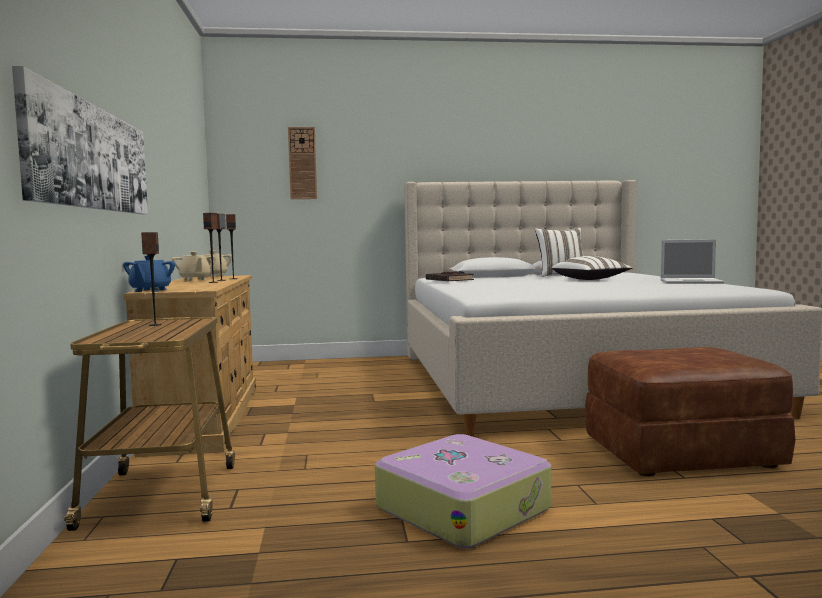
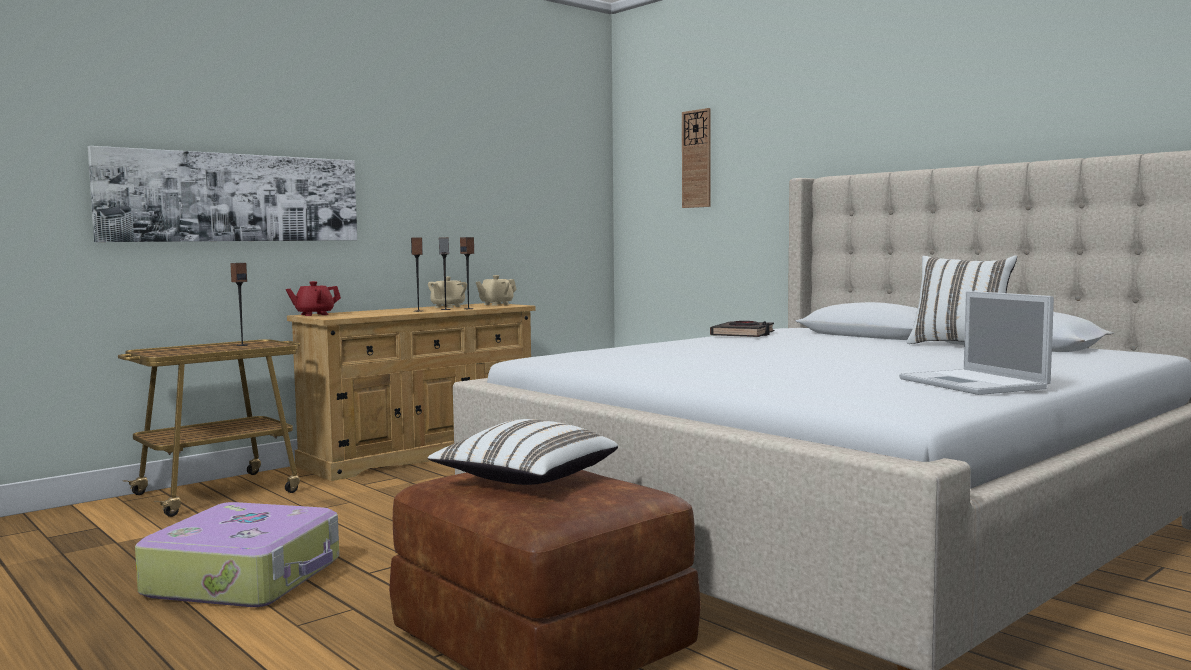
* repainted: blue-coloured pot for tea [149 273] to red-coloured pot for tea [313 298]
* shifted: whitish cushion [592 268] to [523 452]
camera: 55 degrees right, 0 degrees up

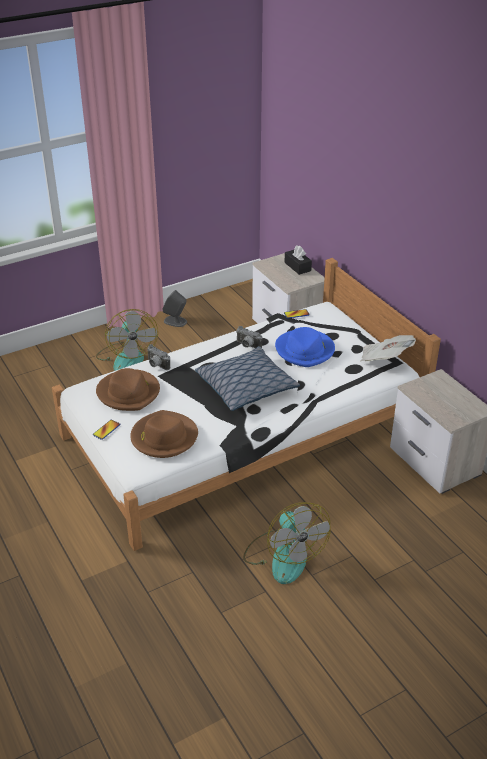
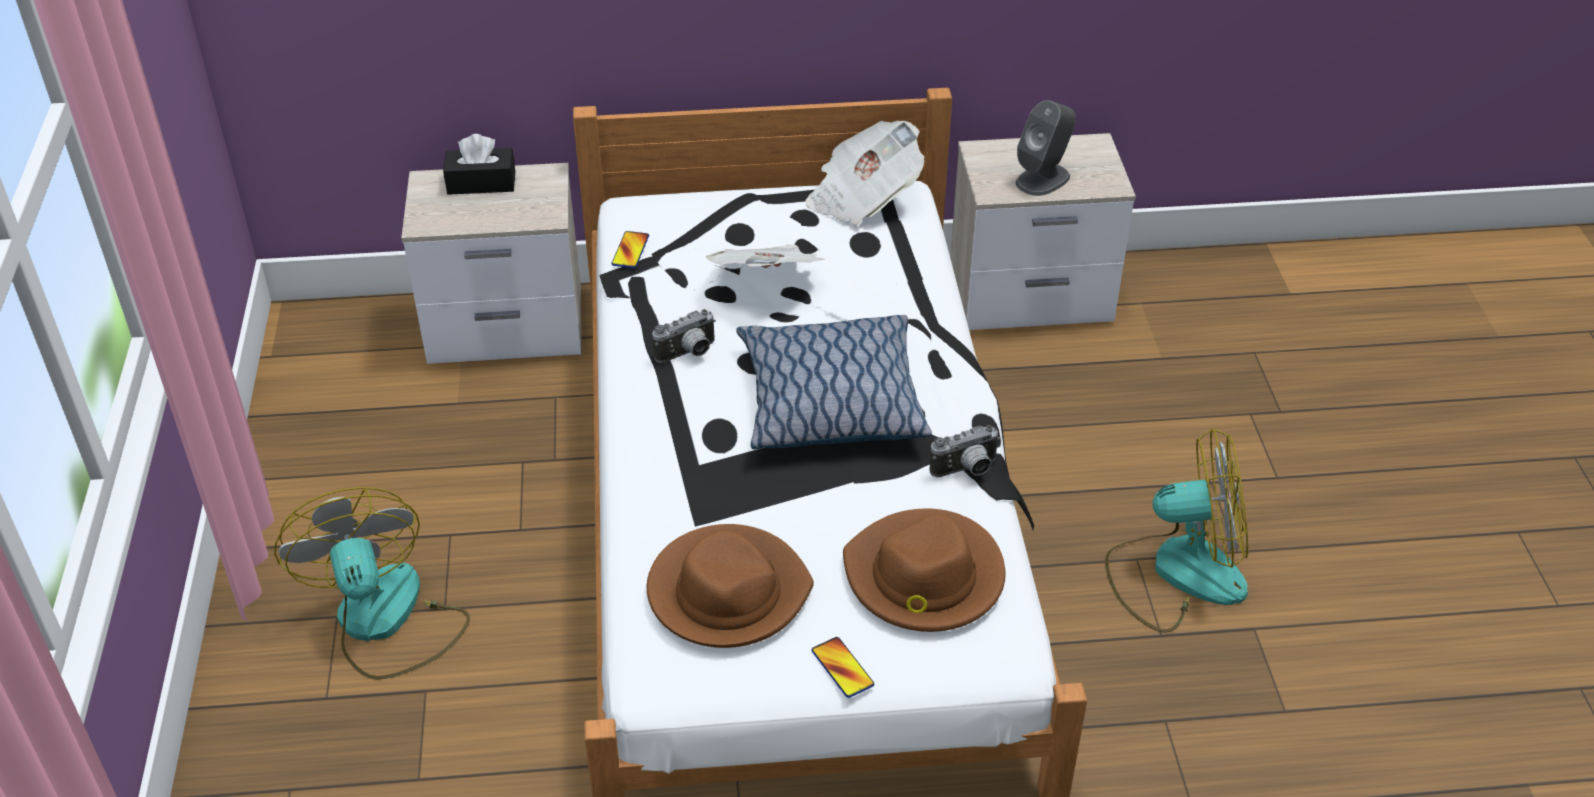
* rotated: cooling fan [127 340] = [372 583] 120 degrees counterclockwise
* swapped: blue-coloured hat [305 347] to newspaper [765 256]
* shifted: photo camera [158 357] to [965 451]
* shifted: gray speaker [174 308] to [1045 148]
camera: 65 degrees left, 5 degrees up

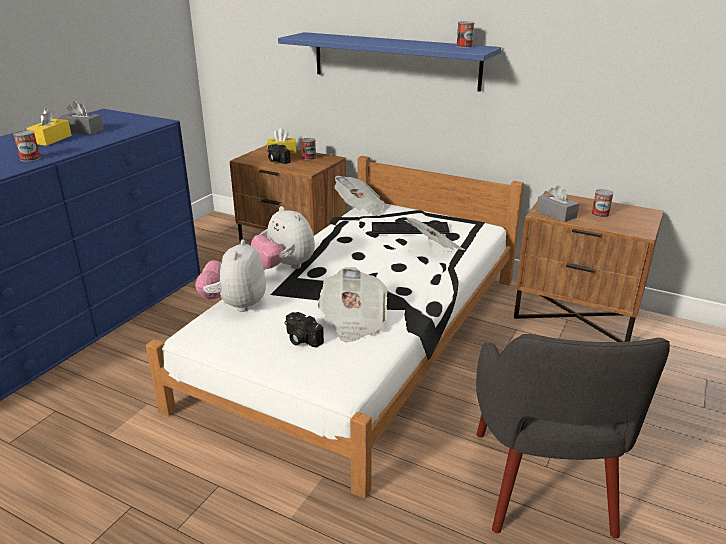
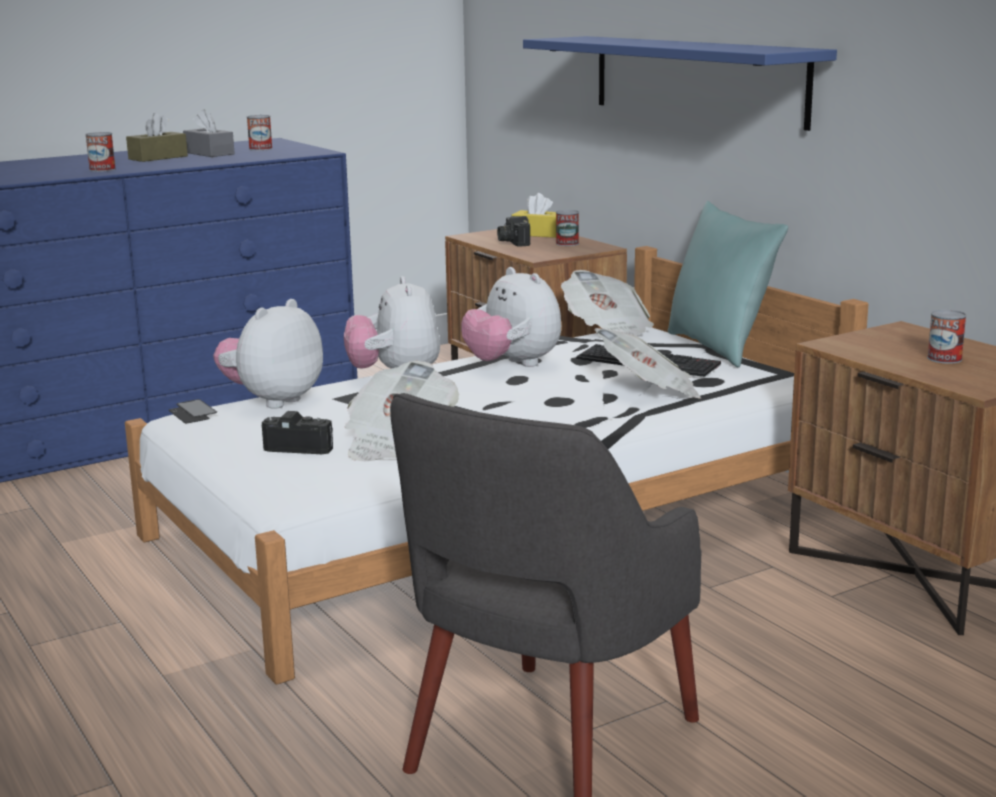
* repainted: yellow tissue box [49 127] to brown-coloured tissue box [157 137]
* new: phone [193 411]
* shifted: sealed can [466 34] to [260 133]
* rotated: photo camera [304 330] = [297 432] 120 degrees clockwise
* new: soft toy [511 317]
* new: blue-green cushion [728 284]
* gone: gray tissue box [557 203]
camera: 30 degrees right, 10 degrees down

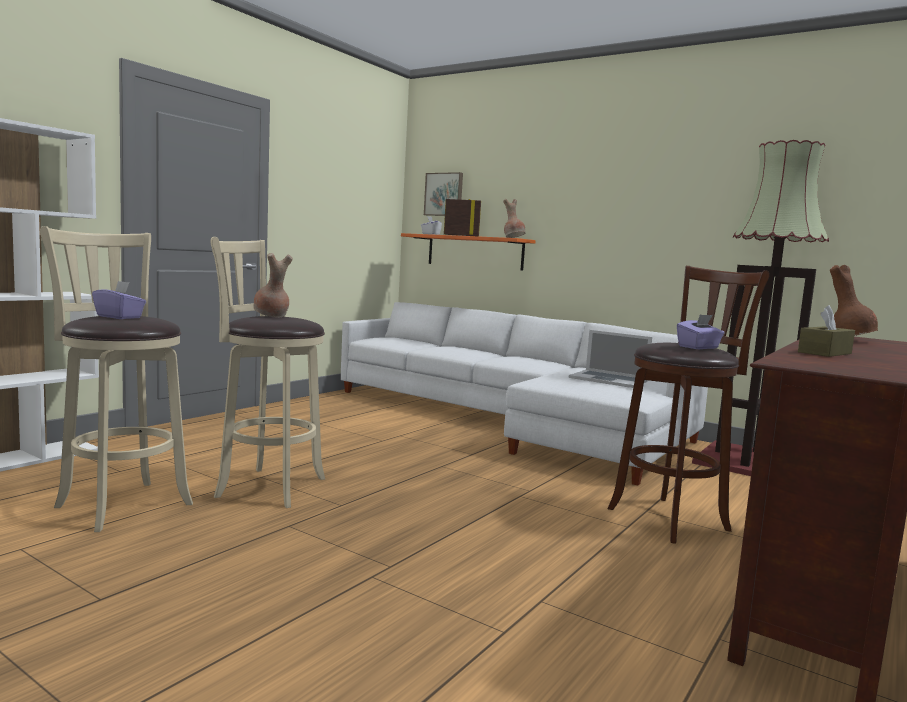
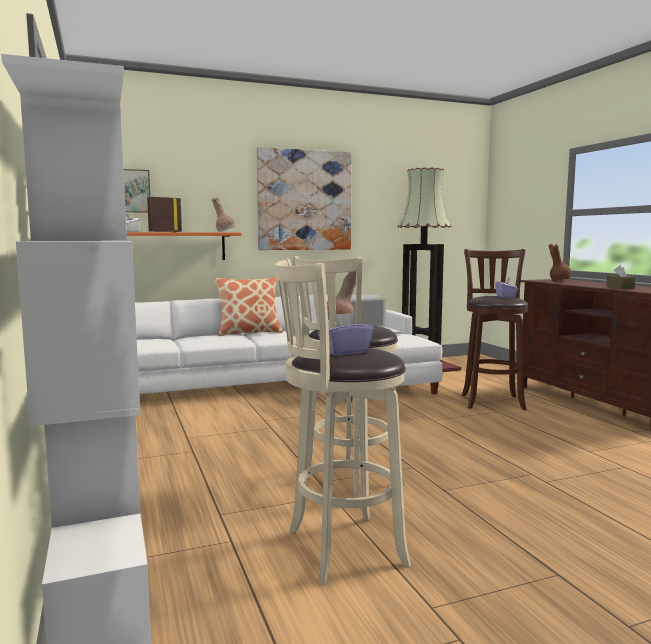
* new: cushion [248 306]
* new: picture [304 198]
camera: 55 degrees left, 0 degrees up

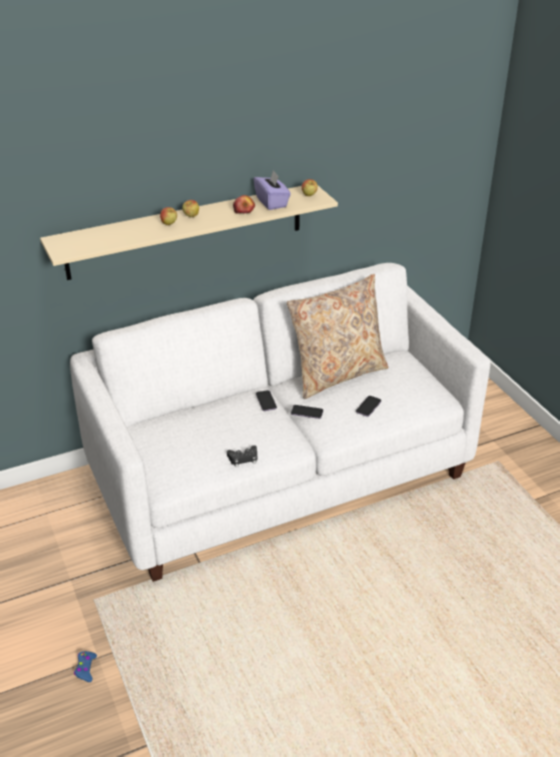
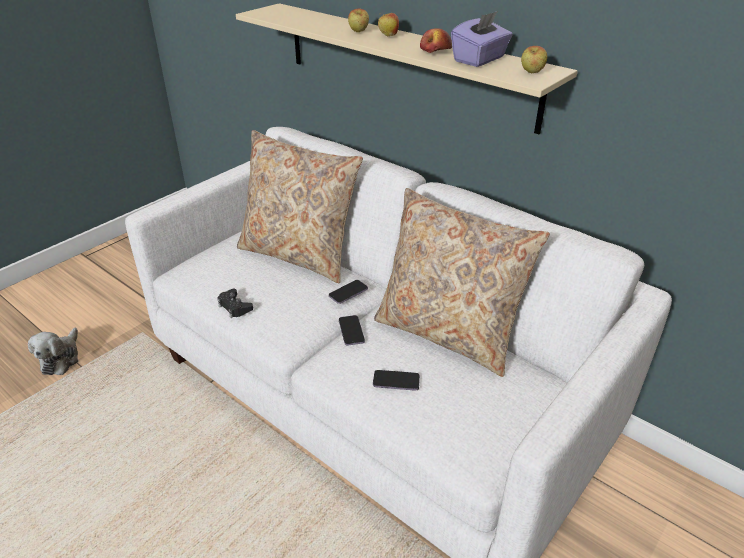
* swapped: blue-coloured gamepad [85 666] to soft toy [53 351]
* new: beige-coloured cushion [300 206]
camera: 65 degrees right, 0 degrees up

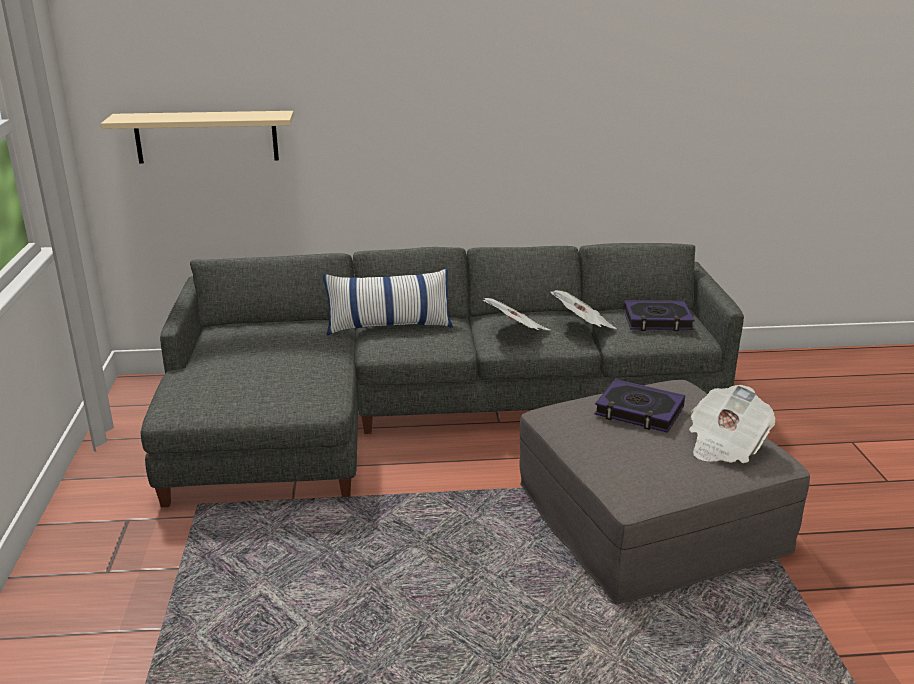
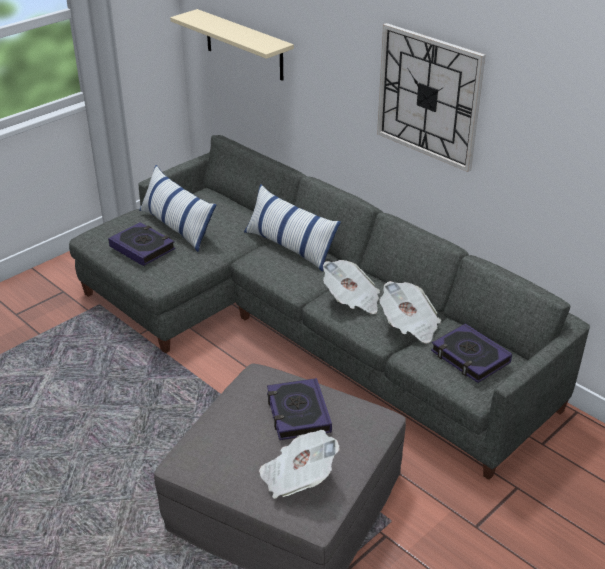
* new: bound book [141 244]
* new: cushion [177 208]
* new: clock on the wall [431 97]
camera: 50 degrees right, 10 degrees up

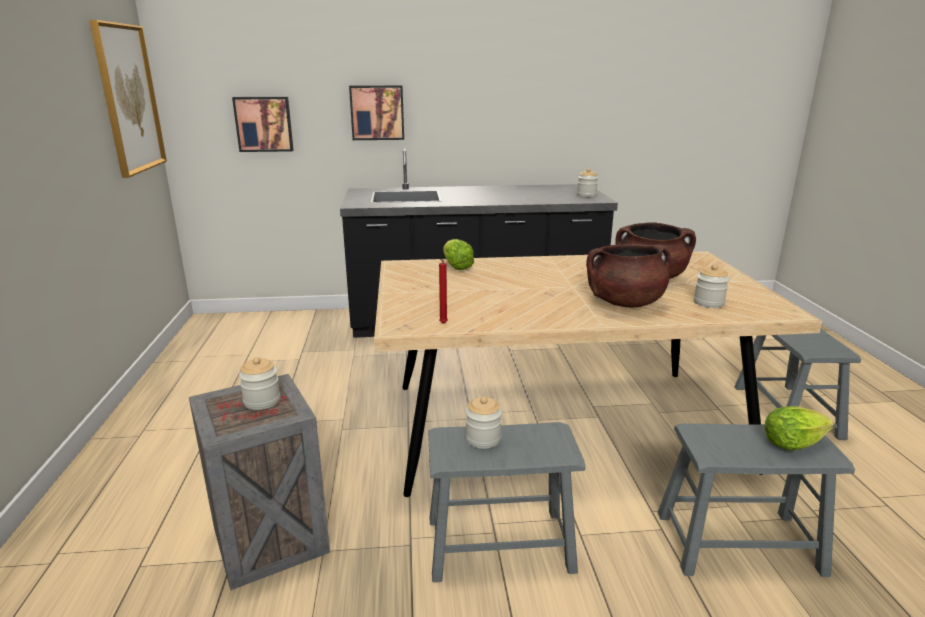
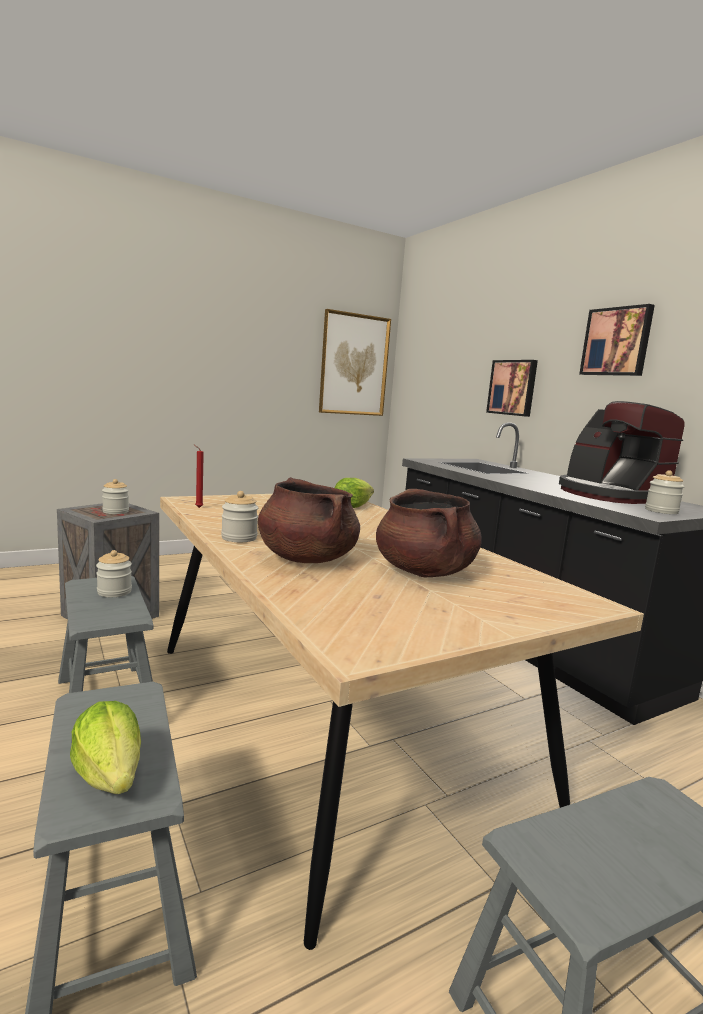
* shifted: jar [711 286] to [240 516]
* new: coffee machine [622 452]
* shifted: picture [263 124] to [617 340]
camera: 65 degrees right, 10 degrees down

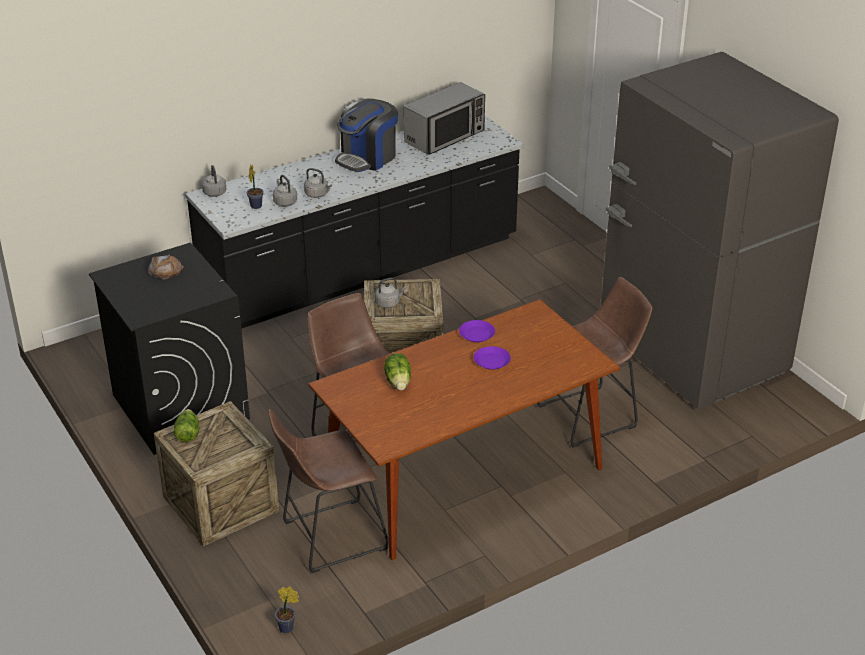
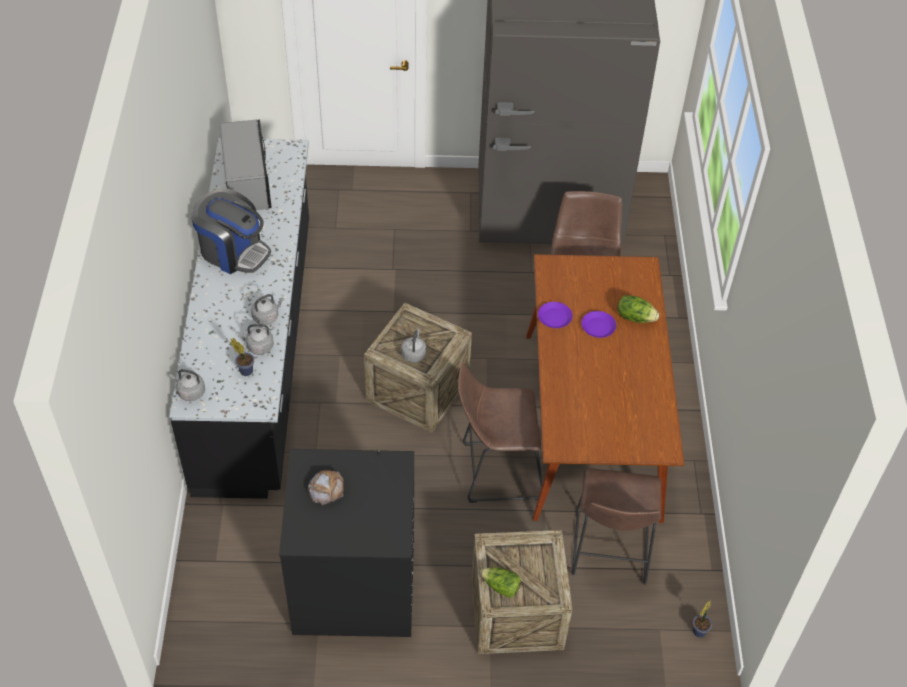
* rotated: coffee machine [366 135] = [231 231] 45 degrees counterclockwise
* shifted: lettuce head [397 371] to [638 309]
camera: 60 degrees left, 15 degrees up

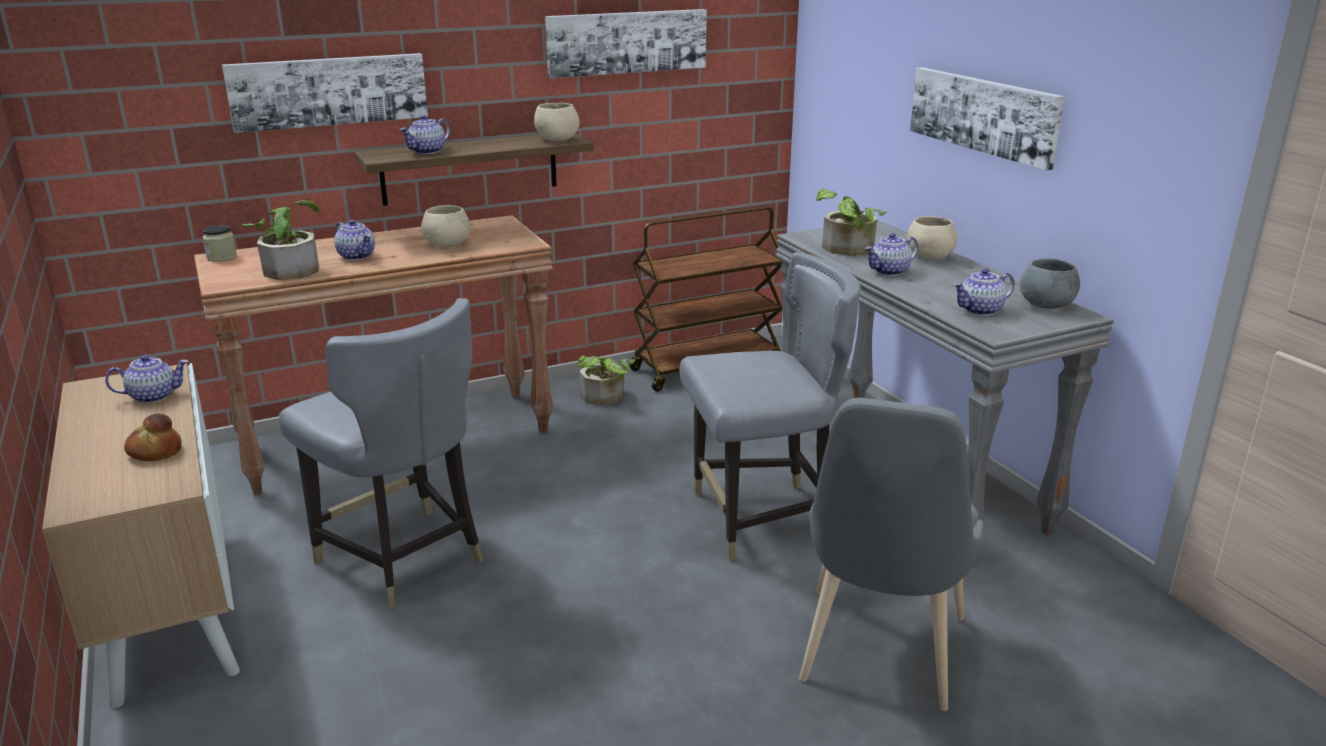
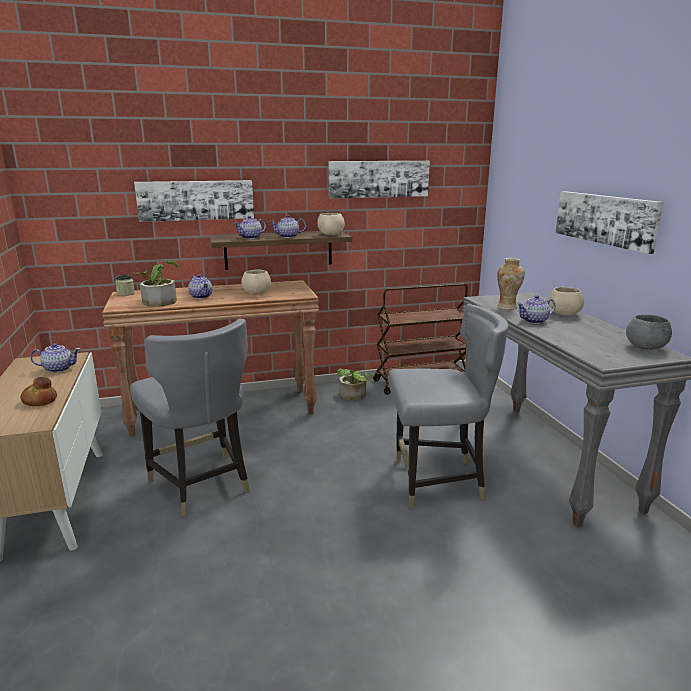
* shifted: pot for tea [984 292] to [287 226]
* swapped: houseplant [851 222] to flower vase [511 284]
* gone: gray plain chair [891 554]
camera: 10 degrees right, 5 degrees down

